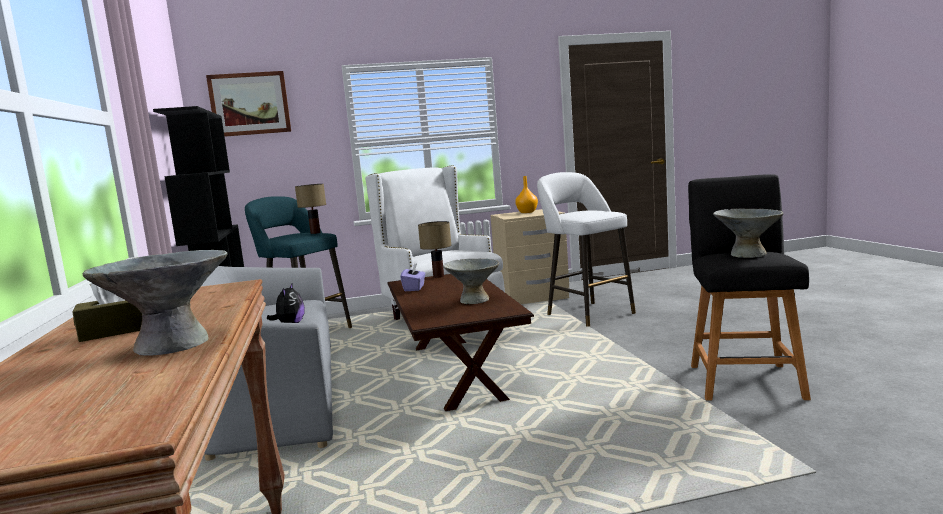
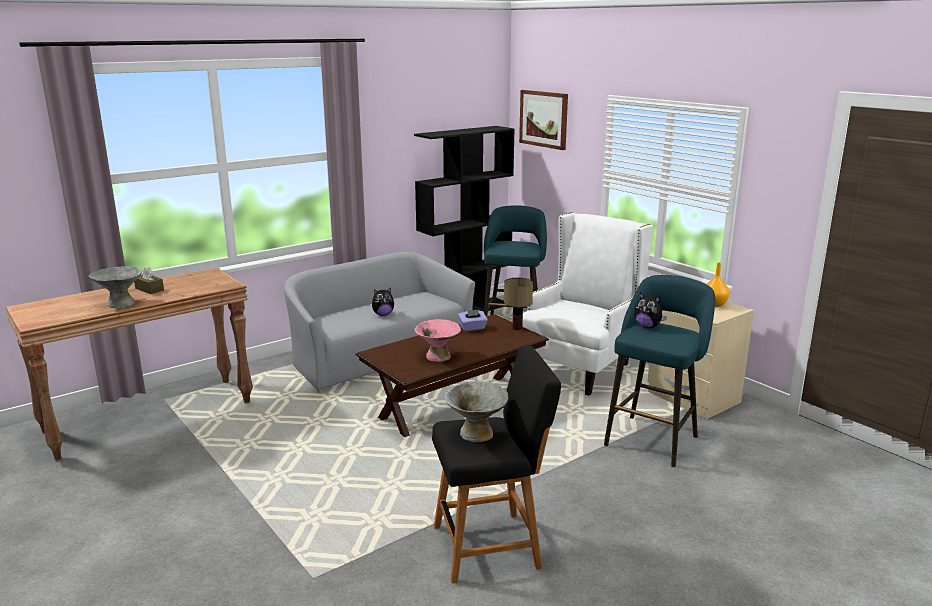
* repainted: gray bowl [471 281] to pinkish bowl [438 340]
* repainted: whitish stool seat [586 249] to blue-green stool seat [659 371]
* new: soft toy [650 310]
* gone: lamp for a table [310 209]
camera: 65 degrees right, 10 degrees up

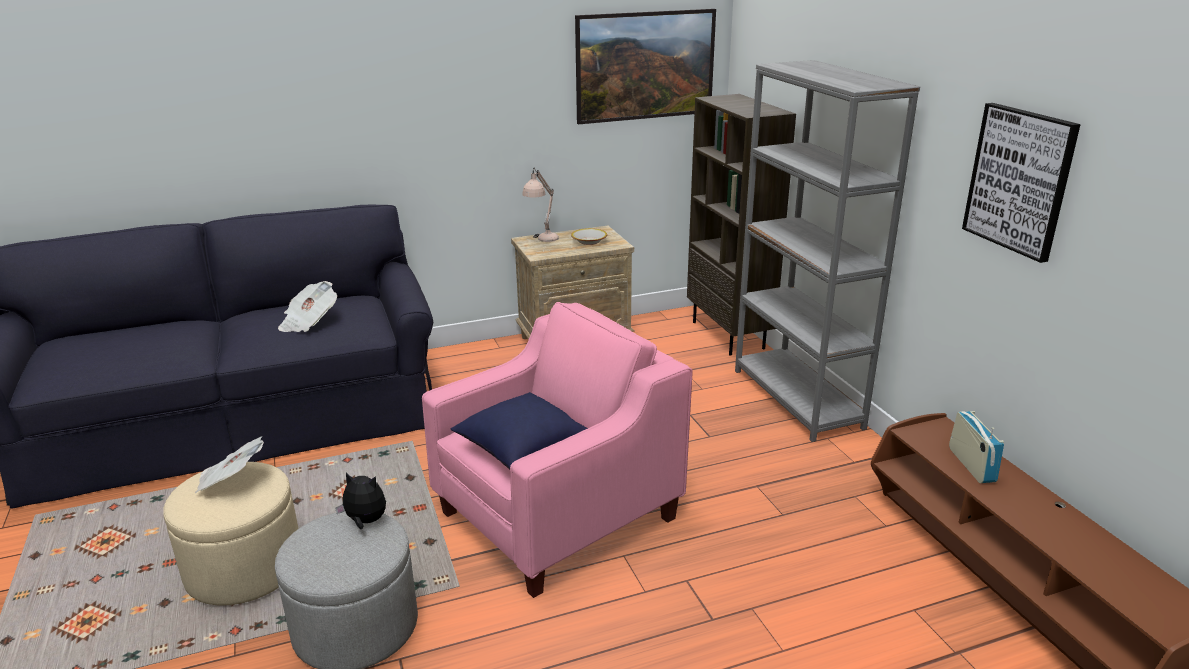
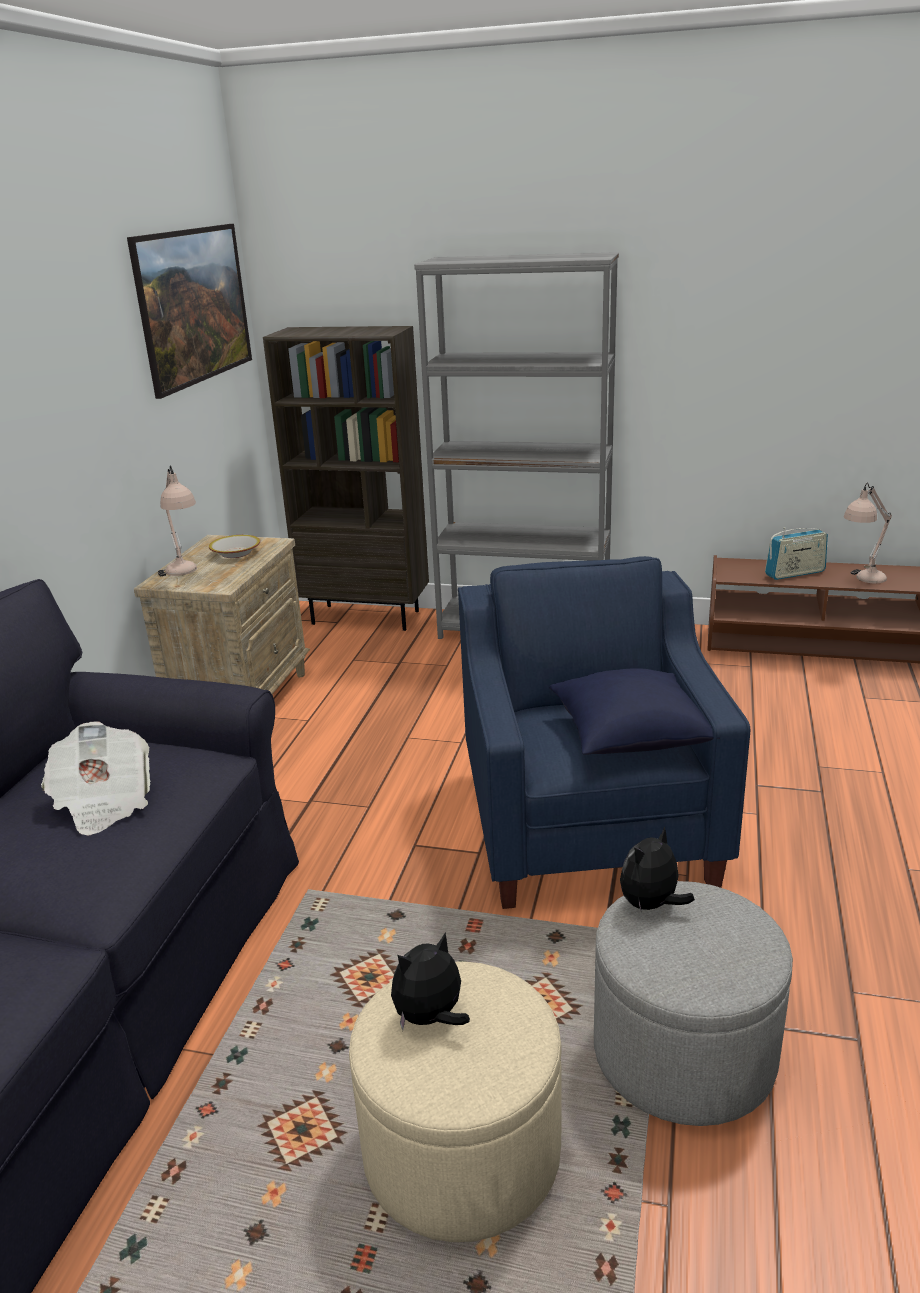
* swapped: newspaper [229 464] to soft toy [430 981]
* repainted: pinkish armchair [557 450] to blue-coloured armchair [604 732]
* rotated: radio receiver [976 447] = [796 553] 135 degrees clockwise
* new: beige-coloured lamp for a table [868 533]
* gone: picture [1021 183]
camera: 55 degrees left, 0 degrees up

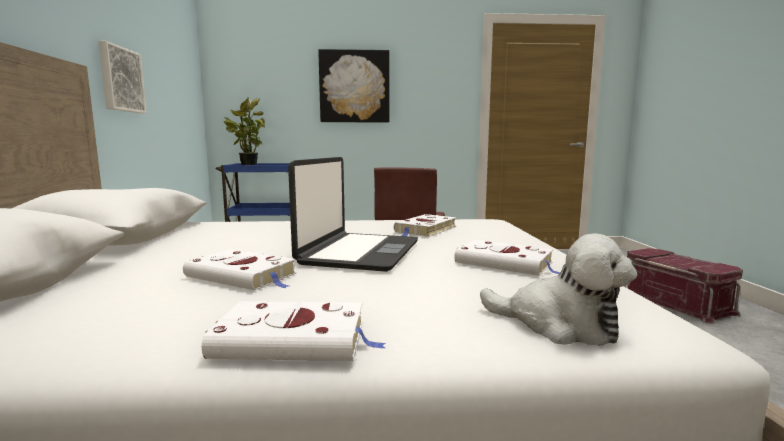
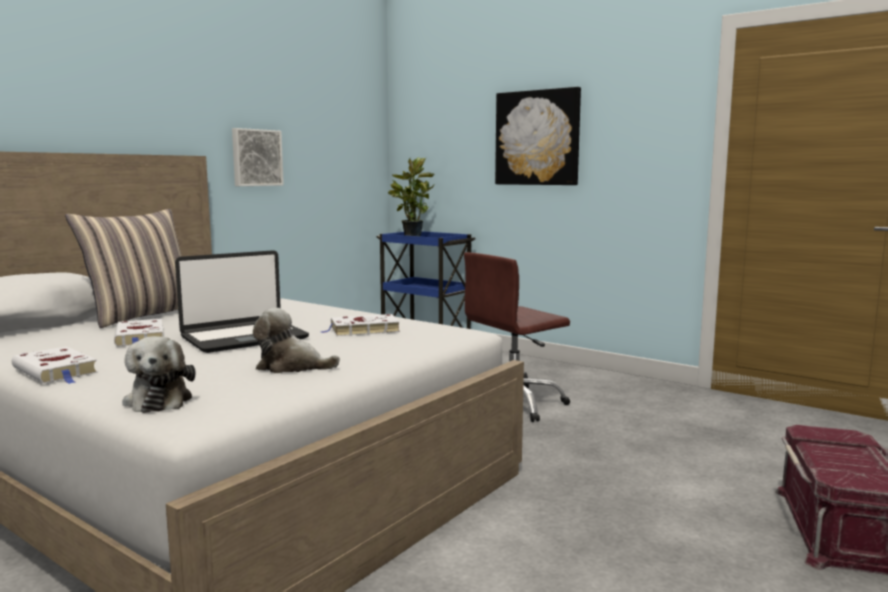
* new: cushion [123 268]
* swapped: whitish bound book [507 258] to soft toy [296 340]
camera: 40 degrees right, 0 degrees up

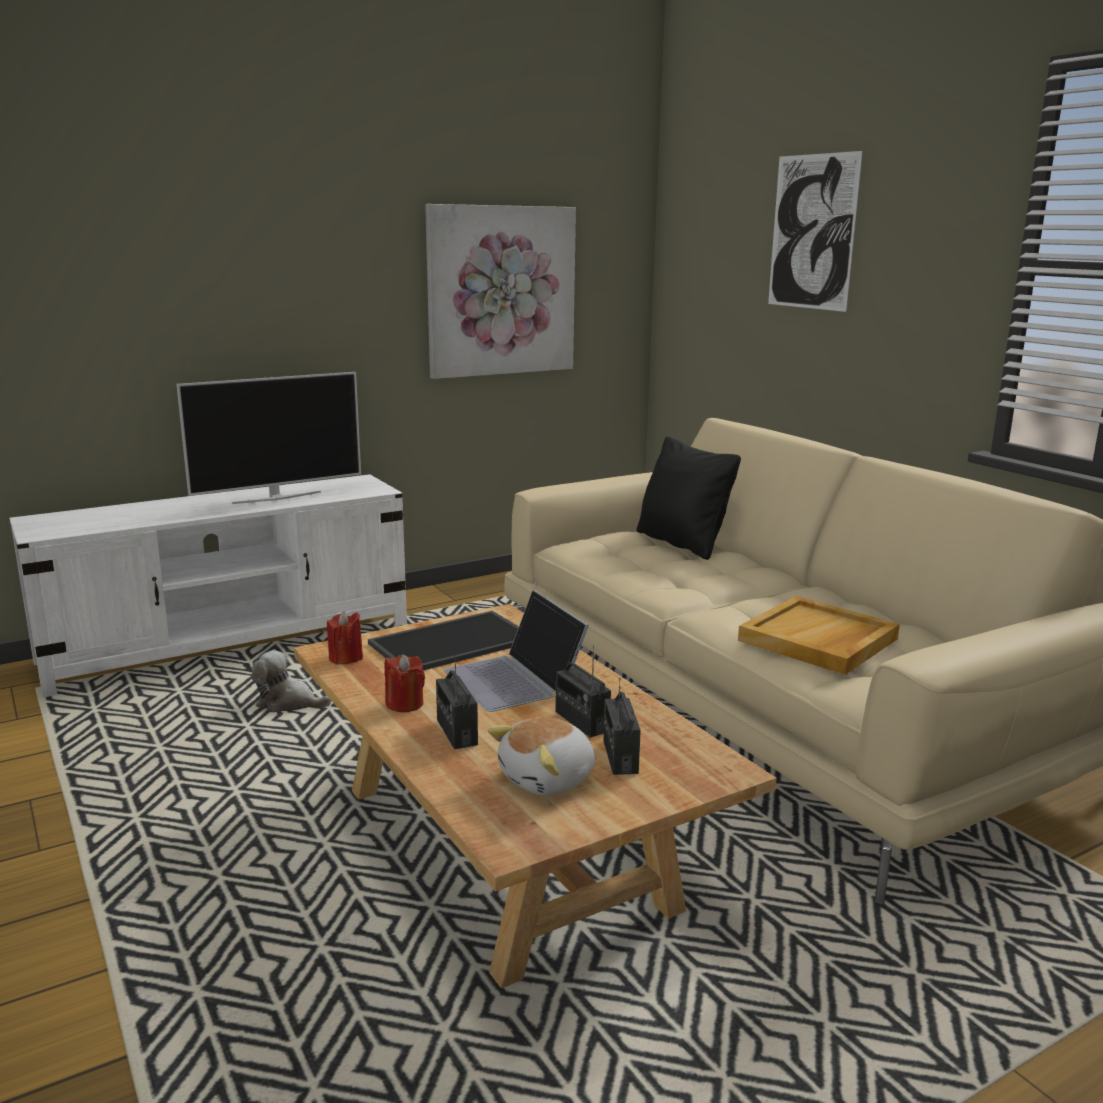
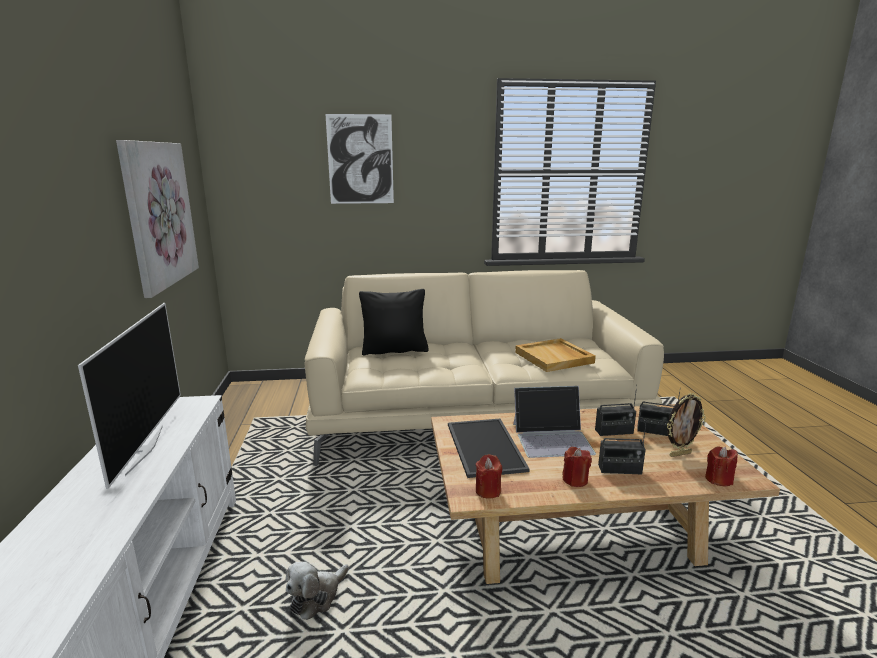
* swapped: soft toy [541 756] to photo frame [686 425]
* new: red-coloured wax light [721 466]
camera: 65 degrees left, 0 degrees up

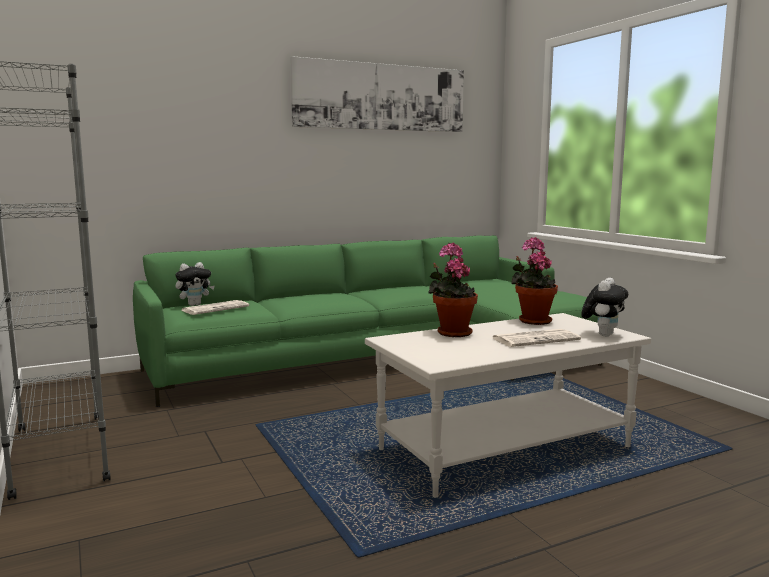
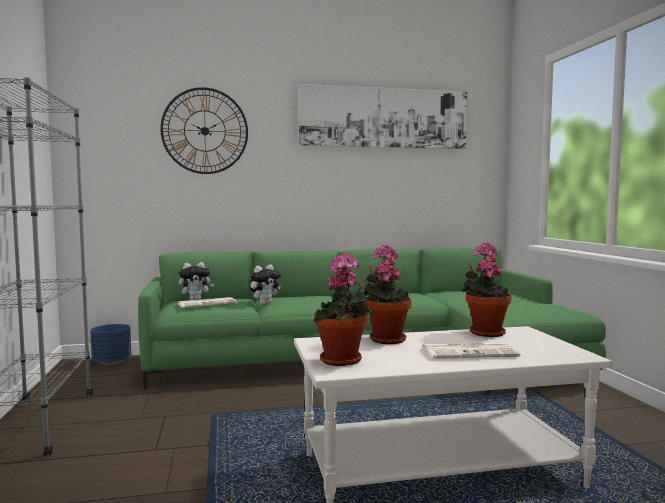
* new: blue-coloured plant pot [110 344]
* new: clock on the wall [204 130]
* shifted: soft toy [604 307] to [265 284]
* new: houseplant [343 309]
camera: 15 degrees right, 5 degrees down

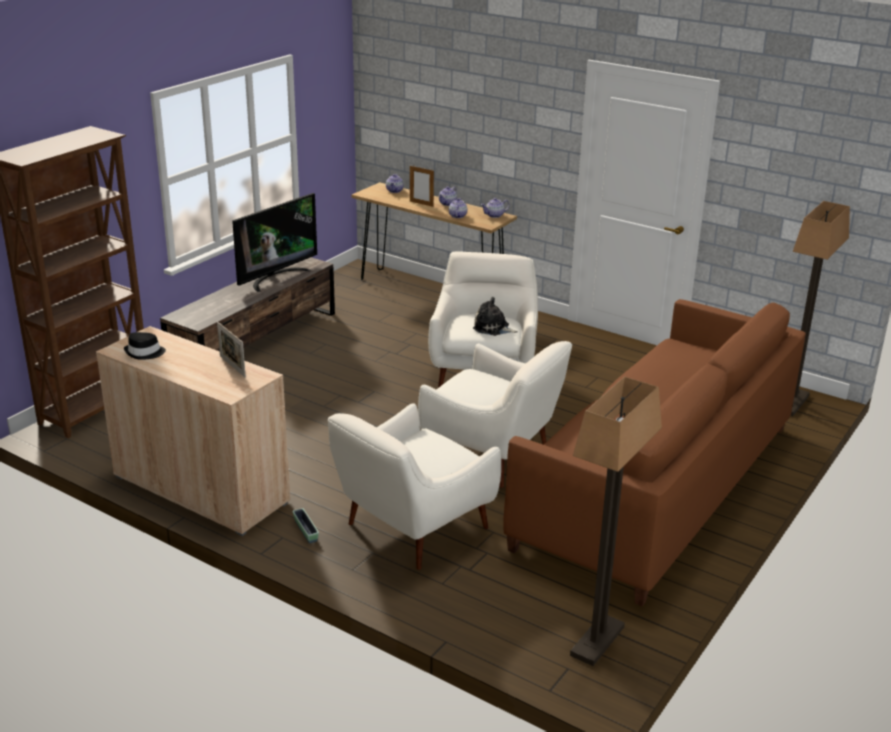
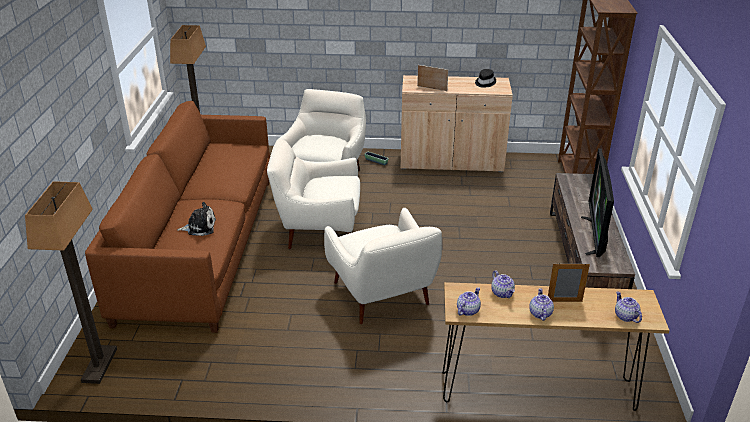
* shifted: soft toy [495 316] to [196 219]
camera: 150 degrees right, 5 degrees up

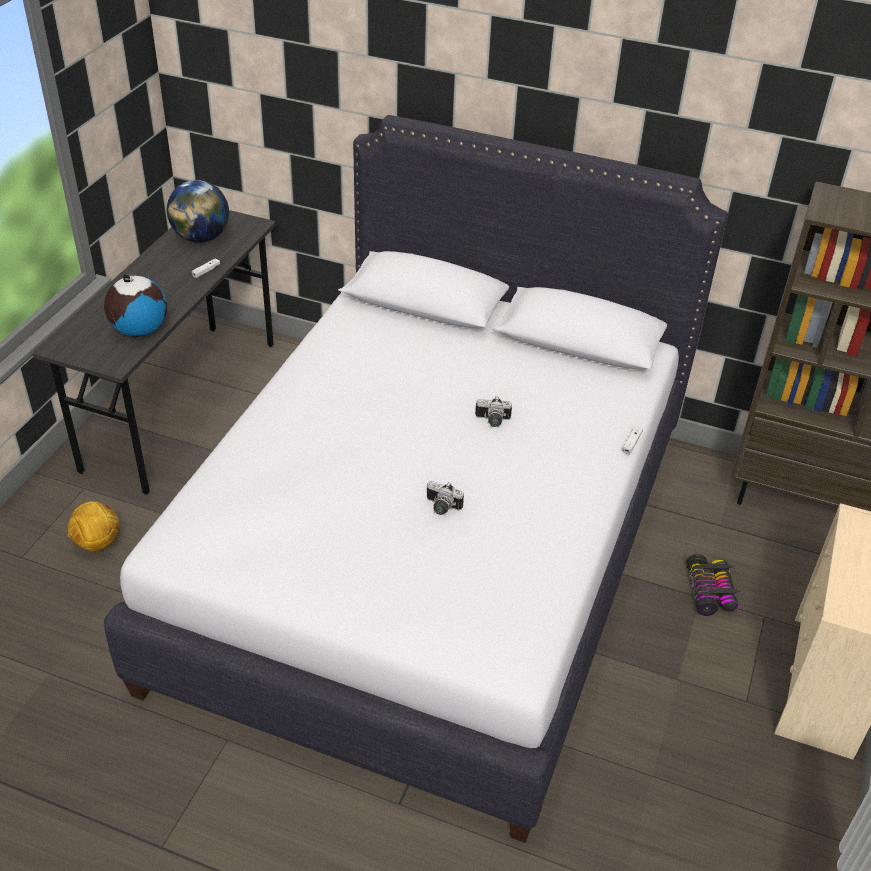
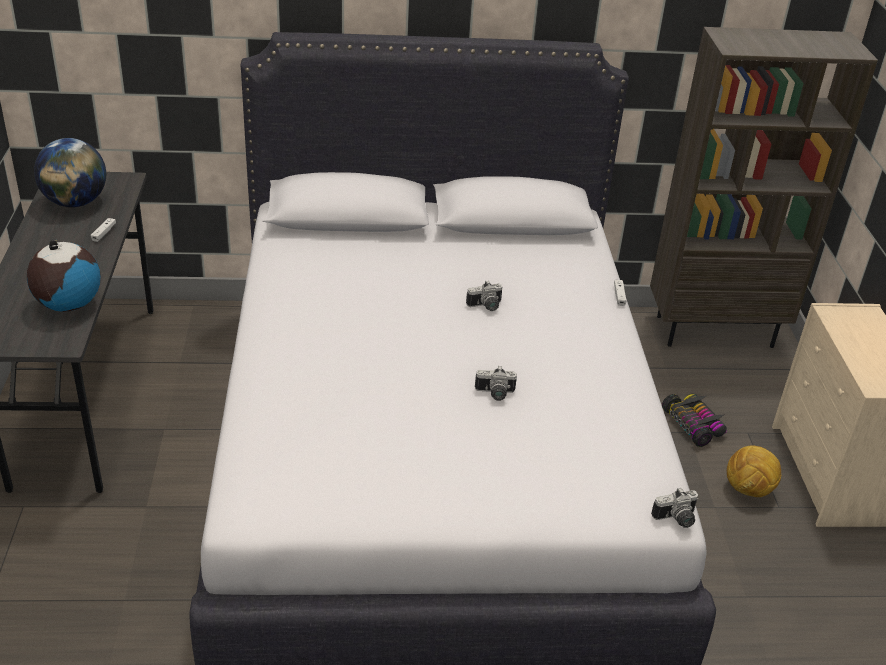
* new: photo camera [674 508]
* shifted: football ball [93 526] to [754 471]
camera: 25 degrees left, 5 degrees down

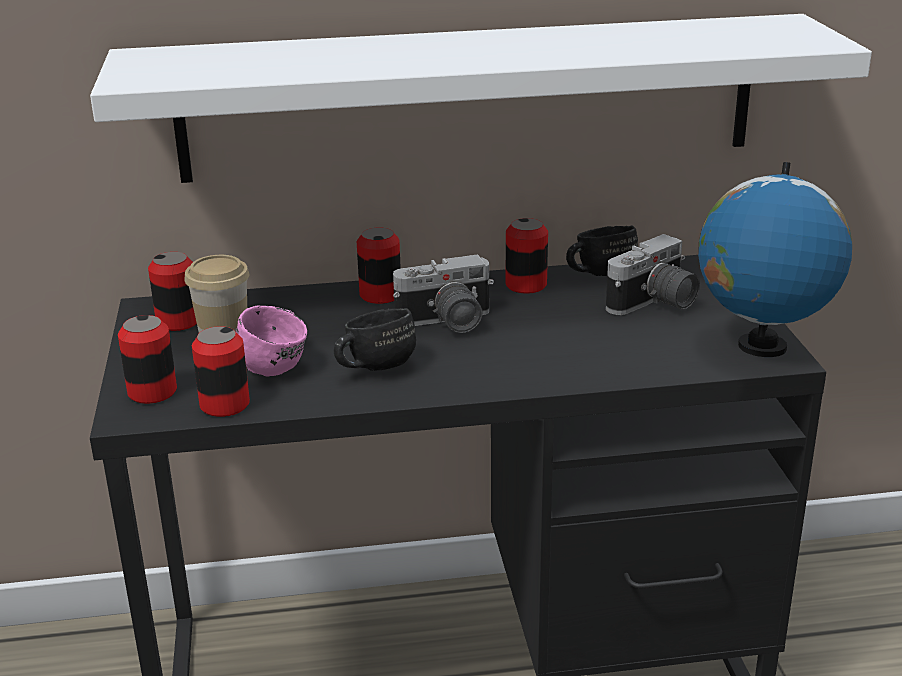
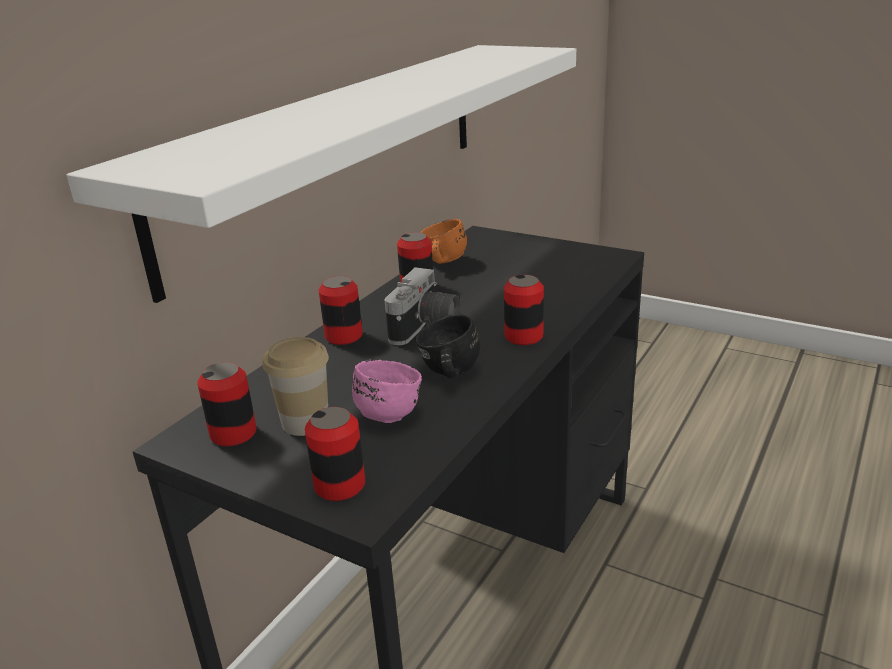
* repainted: black coffee mug [602 251] to orange-coloured coffee mug [443 241]
* shifted: sealed can [221 371] to [524 310]
* gone: photo camera [653 274]
* gone: world globe [775 259]
camera: 50 degrees left, 0 degrees up

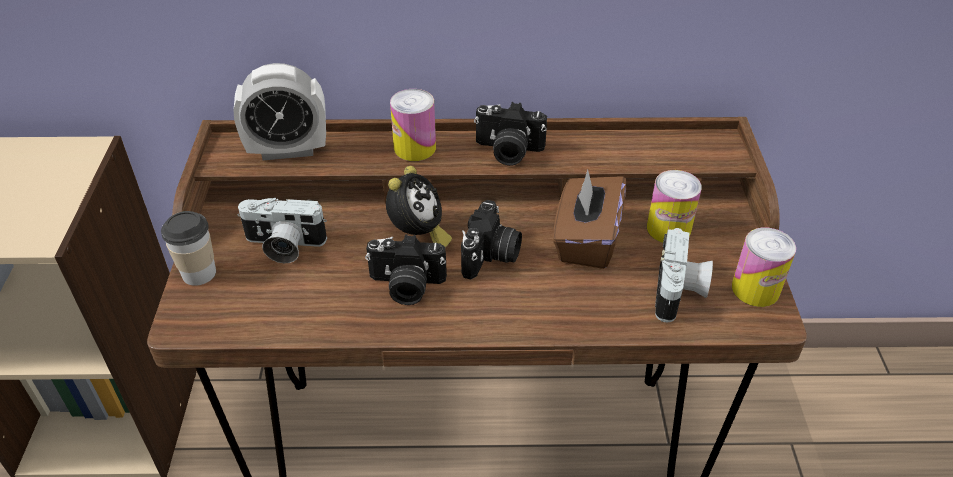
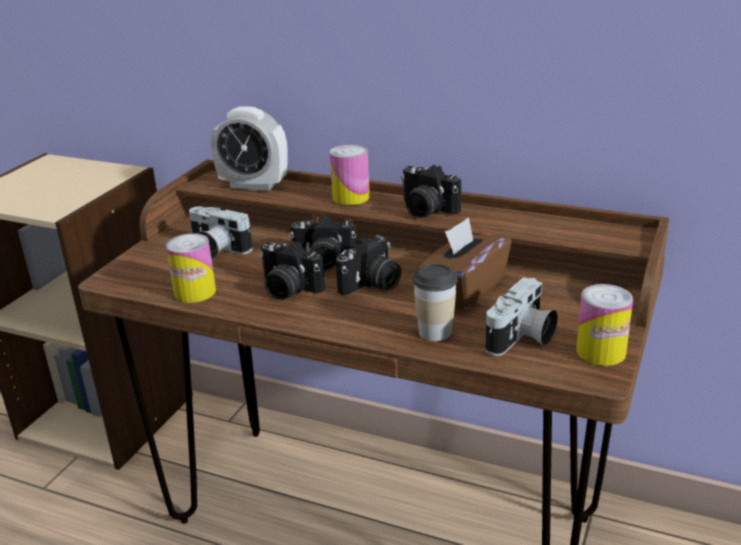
* shifted: sealed can [674 206] to [191 268]
* swapped: alarm clock [419 207] to photo camera [322 243]
* shifted: cup [188 248] to [435 302]
camera: 25 degrees right, 15 degrees down

